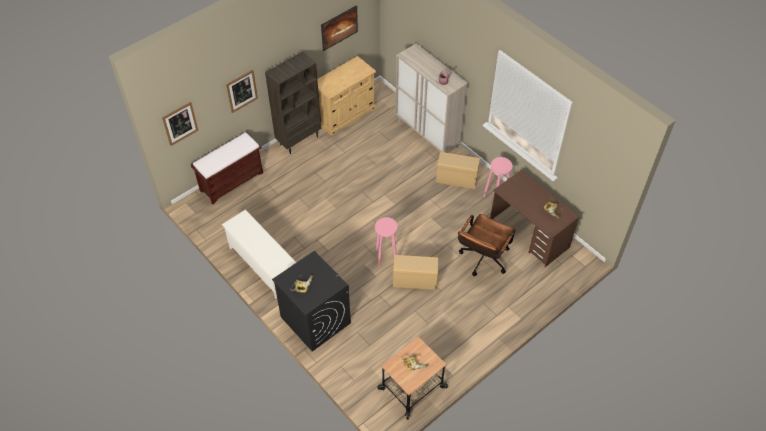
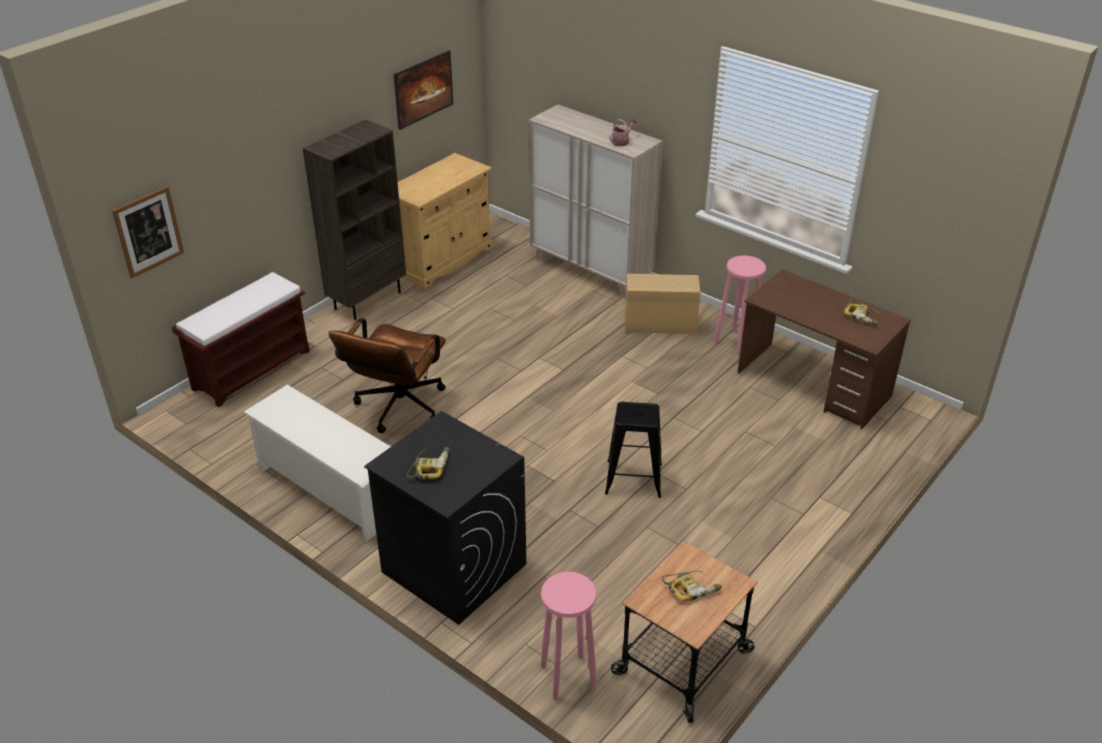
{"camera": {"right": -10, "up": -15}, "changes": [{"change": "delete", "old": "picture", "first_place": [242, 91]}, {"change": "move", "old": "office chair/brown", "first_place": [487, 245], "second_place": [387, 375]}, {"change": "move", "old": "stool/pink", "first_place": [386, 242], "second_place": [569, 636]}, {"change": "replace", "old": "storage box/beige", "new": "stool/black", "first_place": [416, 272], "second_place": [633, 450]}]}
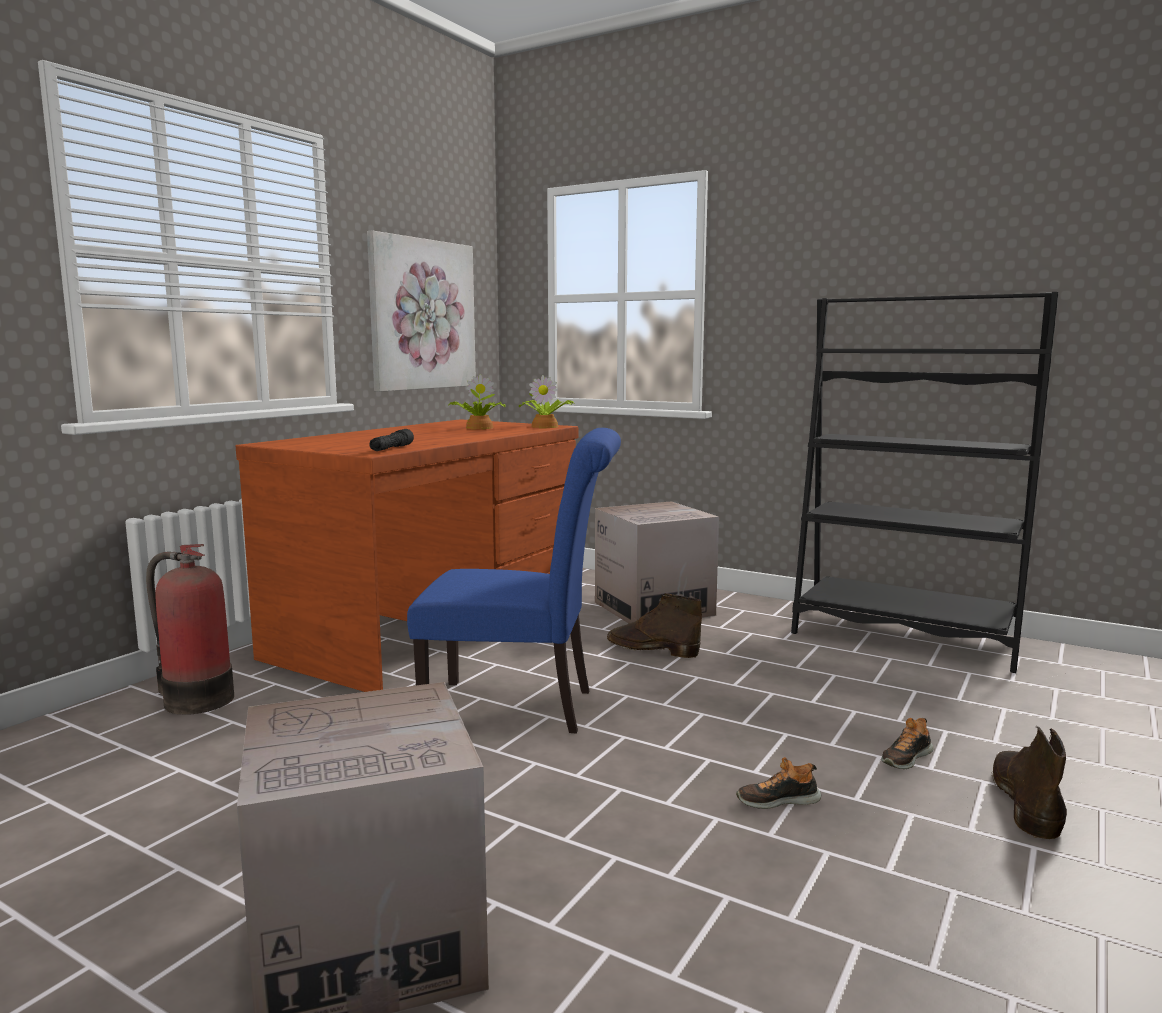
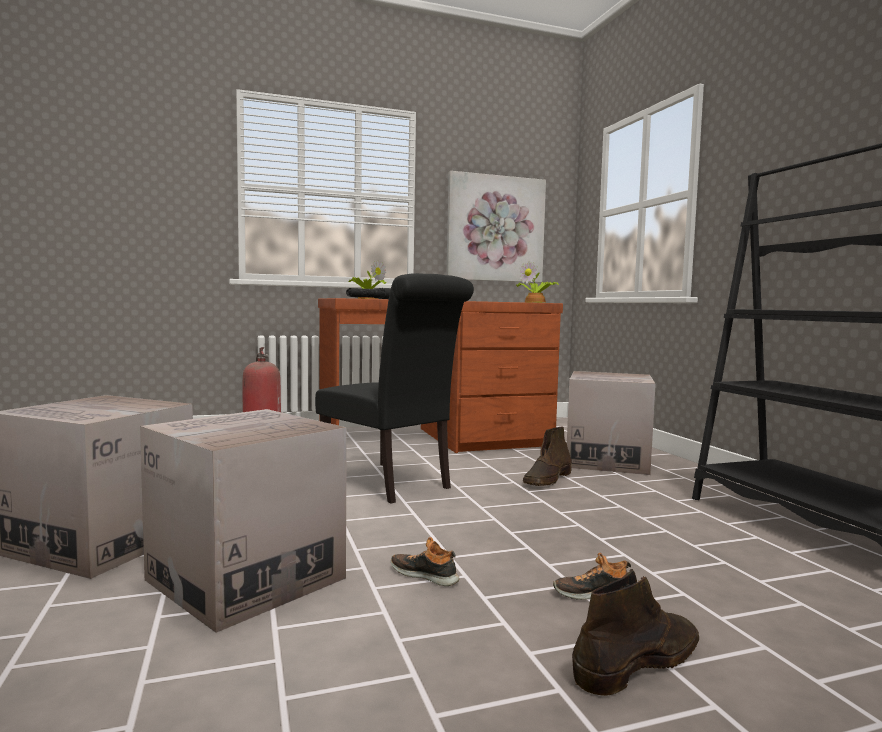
{"camera": {"right": 40, "up": -5}, "changes": [{"change": "move", "old": "potted plant", "first_place": [477, 401], "second_place": [368, 279]}, {"change": "recolor", "old": "chair/blue", "new": "chair/black", "first_place": [514, 581], "second_place": [394, 388]}, {"change": "rotate", "old": "boot/brown", "first_place": [654, 625], "second_place": [547, 456], "degrees": -120}, {"change": "insert", "new": "cardboard box", "second_place": [243, 521]}]}
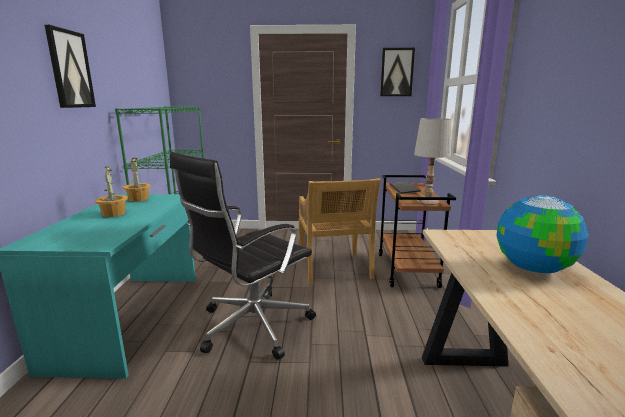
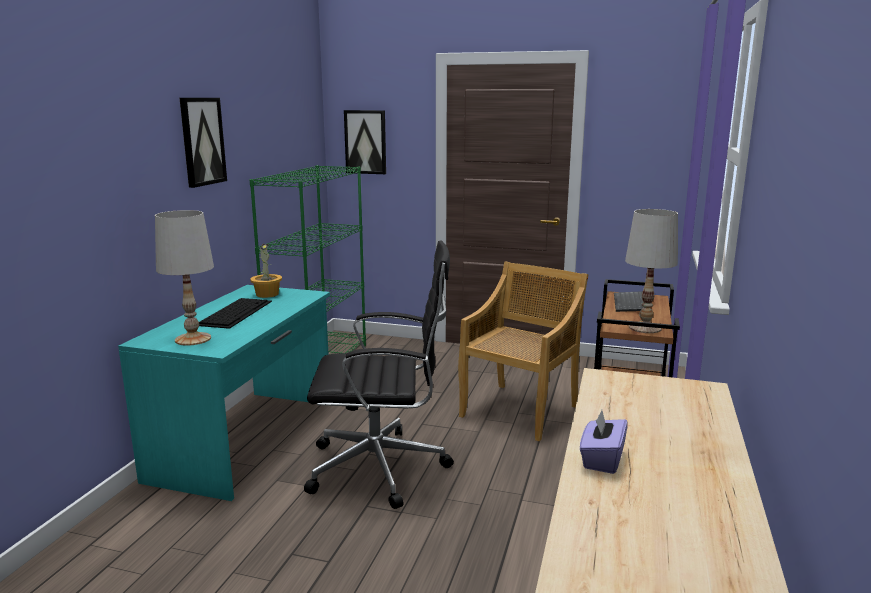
{"camera": {"right": 15, "up": 0}, "changes": [{"change": "move", "old": "picture", "first_place": [397, 72], "second_place": [365, 142]}, {"change": "rotate", "old": "office chair/black", "first_place": [243, 256], "second_place": [379, 374], "degrees": -150}, {"change": "replace", "old": "potted plant", "new": "keyboard", "first_place": [111, 191], "second_place": [235, 313]}, {"change": "rotate", "old": "chair/beige", "first_place": [340, 231], "second_place": [523, 351], "degrees": -150}, {"change": "delete", "old": "globe", "first_place": [542, 234]}, {"change": "insert", "new": "table lamp/white", "second_place": [184, 278]}, {"change": "insert", "new": "tissue box/purple", "second_place": [604, 442]}]}
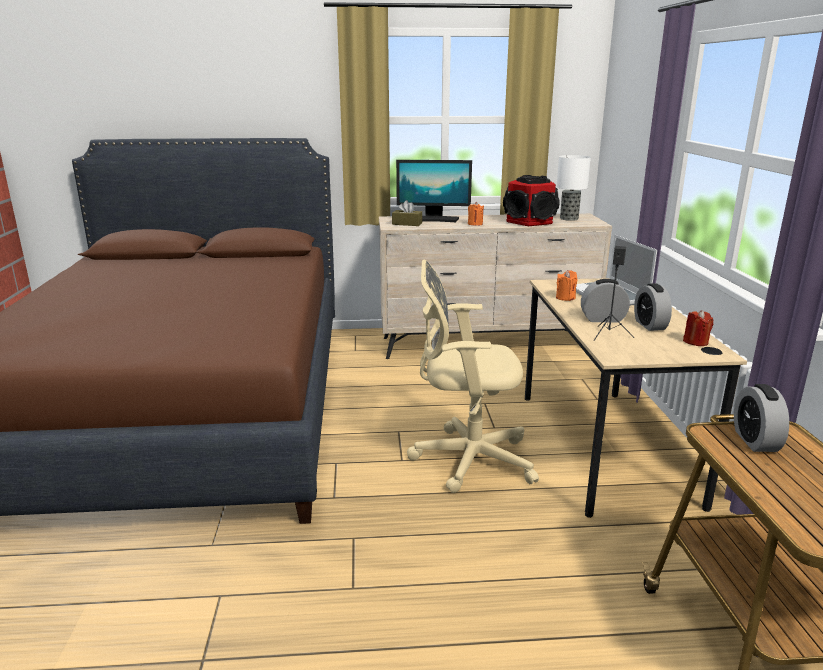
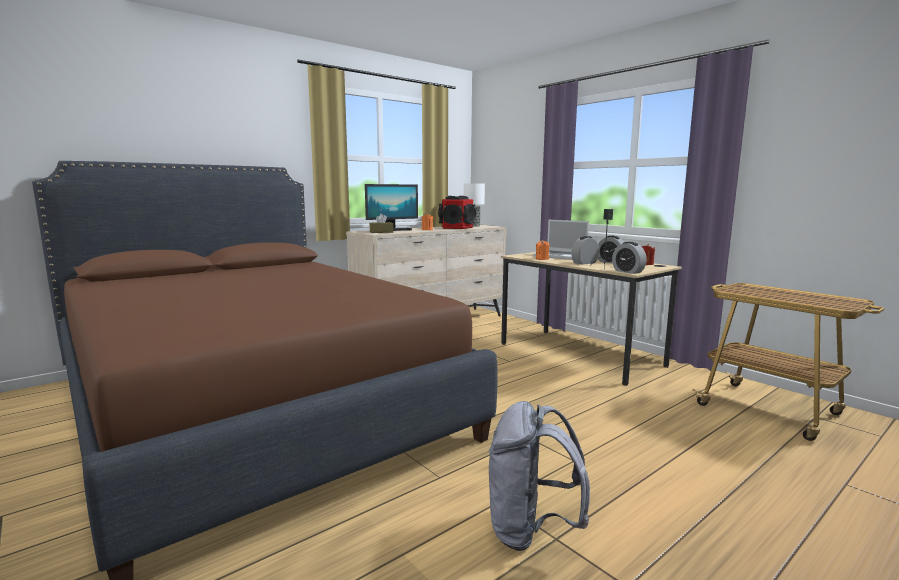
{"camera": {"right": -35, "up": -10}, "changes": [{"change": "delete", "old": "office chair/beige", "first_place": [473, 376]}, {"change": "move", "old": "alarm clock", "first_place": [761, 418], "second_place": [629, 258]}, {"change": "insert", "new": "backpack/grey", "second_place": [539, 476]}]}
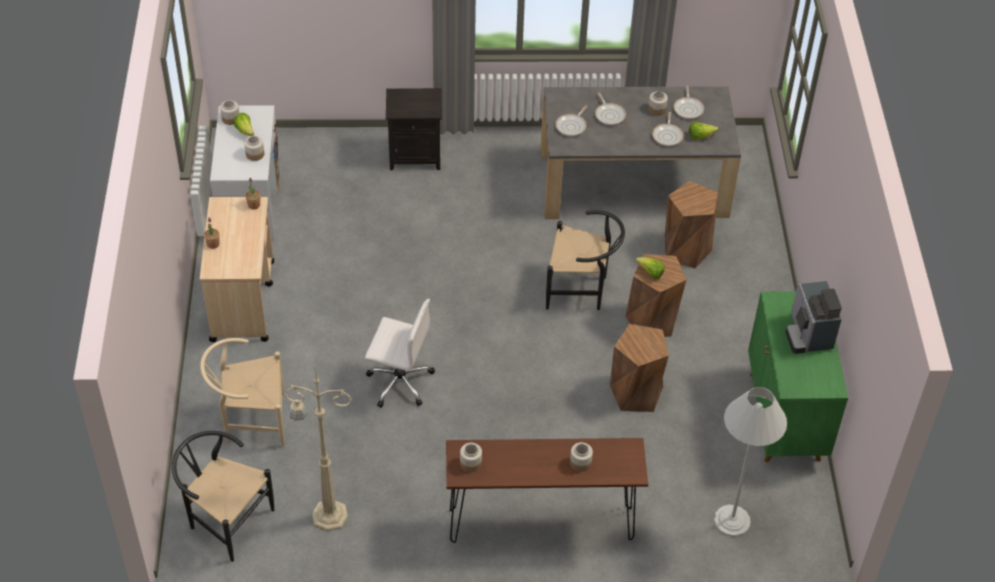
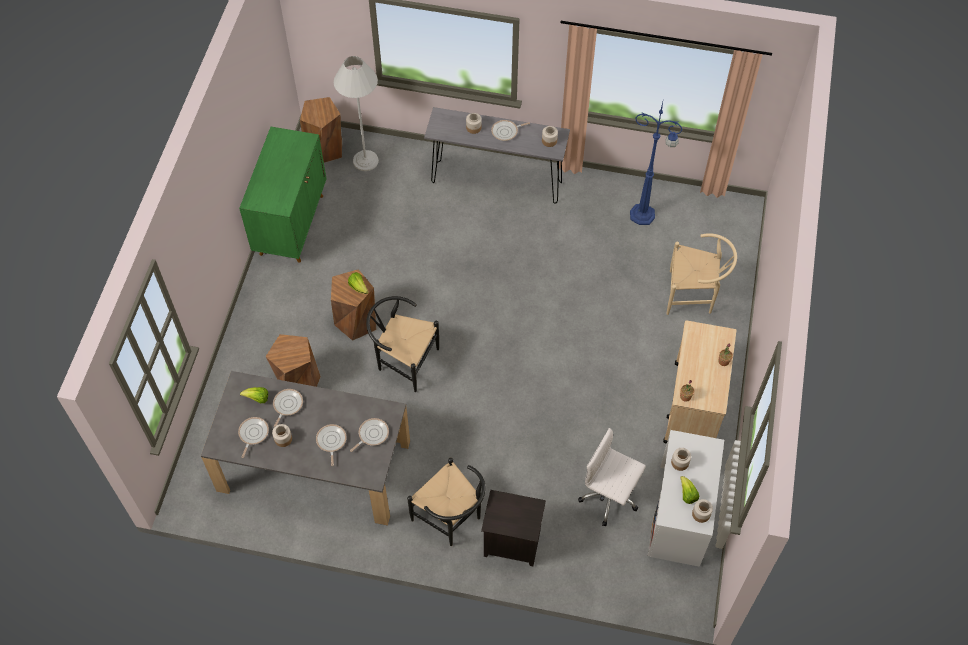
{"camera": {"right": -165, "up": 10}, "changes": [{"change": "delete", "old": "coffee machine", "first_place": [814, 317]}, {"change": "move", "old": "office chair/white", "first_place": [400, 353], "second_place": [612, 477]}, {"change": "move", "old": "stool/brown", "first_place": [639, 368], "second_place": [321, 130]}, {"change": "recolor", "old": "floor lamp/beige", "new": "floor lamp/blue", "first_place": [318, 449], "second_place": [656, 163]}, {"change": "move", "old": "chair/black", "first_place": [223, 496], "second_place": [446, 502]}, {"change": "recolor", "old": "console table/brown", "new": "console table/grey", "first_place": [547, 490], "second_place": [497, 155]}, {"change": "insert", "new": "frying pan", "second_place": [510, 130]}]}
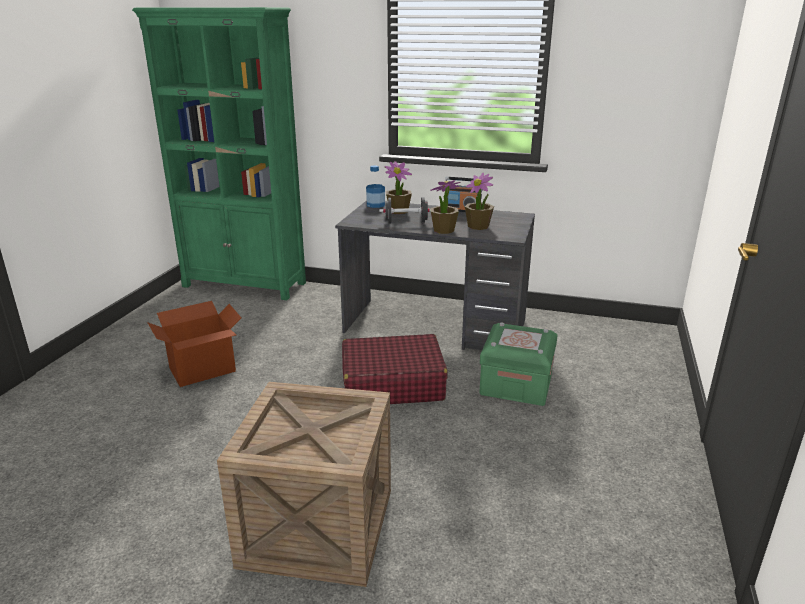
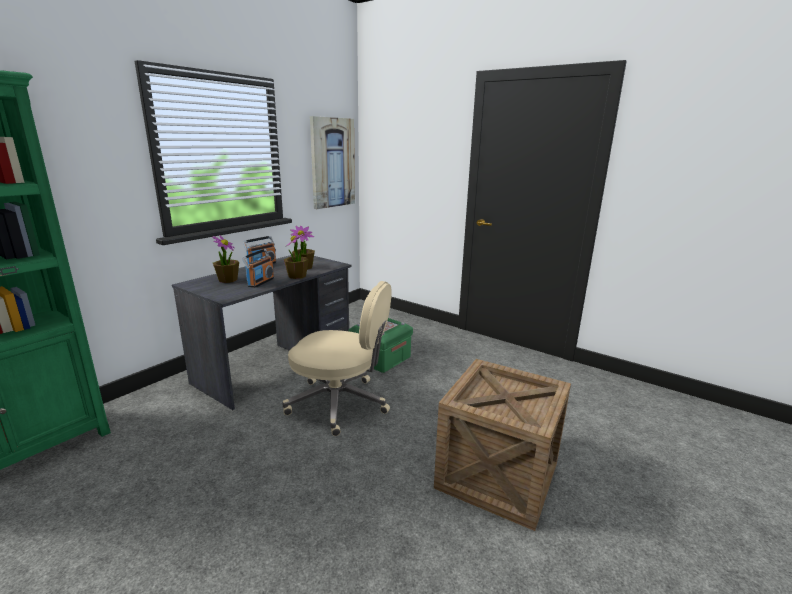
{"camera": {"right": -70, "up": -5}, "changes": [{"change": "delete", "old": "bottle", "first_place": [375, 186]}, {"change": "replace", "old": "dumbbell/black", "new": "radio", "first_place": [405, 210], "second_place": [258, 268]}, {"change": "delete", "old": "cardboard box", "first_place": [194, 344]}, {"change": "replace", "old": "suitcase/red", "new": "office chair/beige", "first_place": [394, 369], "second_place": [337, 358]}, {"change": "insert", "new": "picture", "second_place": [332, 162]}]}
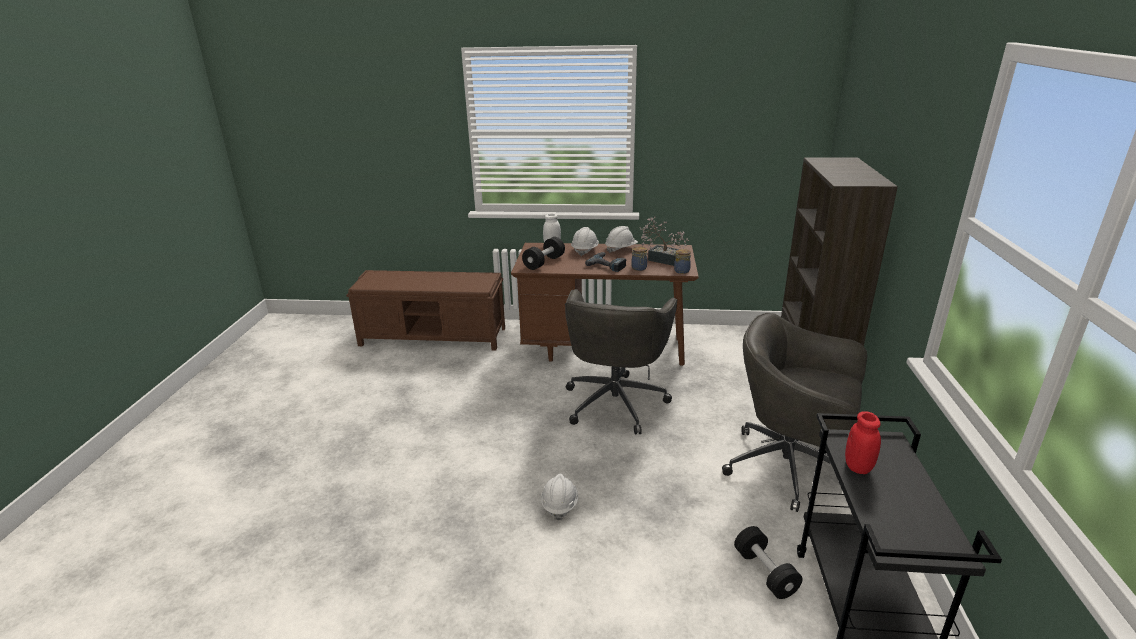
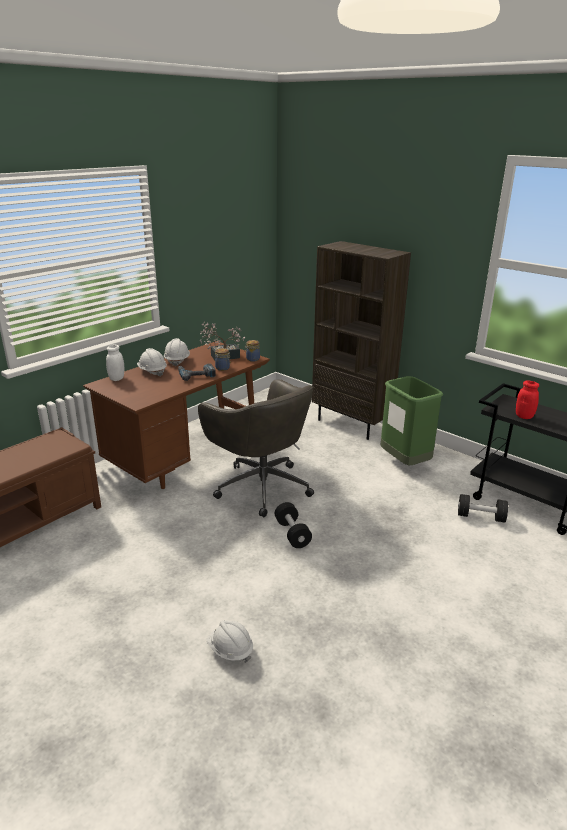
{"camera": {"right": -55, "up": 0}, "changes": [{"change": "move", "old": "dumbbell/black", "first_place": [543, 253], "second_place": [293, 525]}, {"change": "replace", "old": "office chair/grey", "new": "trash can/green", "first_place": [794, 412], "second_place": [412, 420]}, {"change": "move", "old": "hard hat/white", "first_place": [559, 497], "second_place": [230, 641]}]}
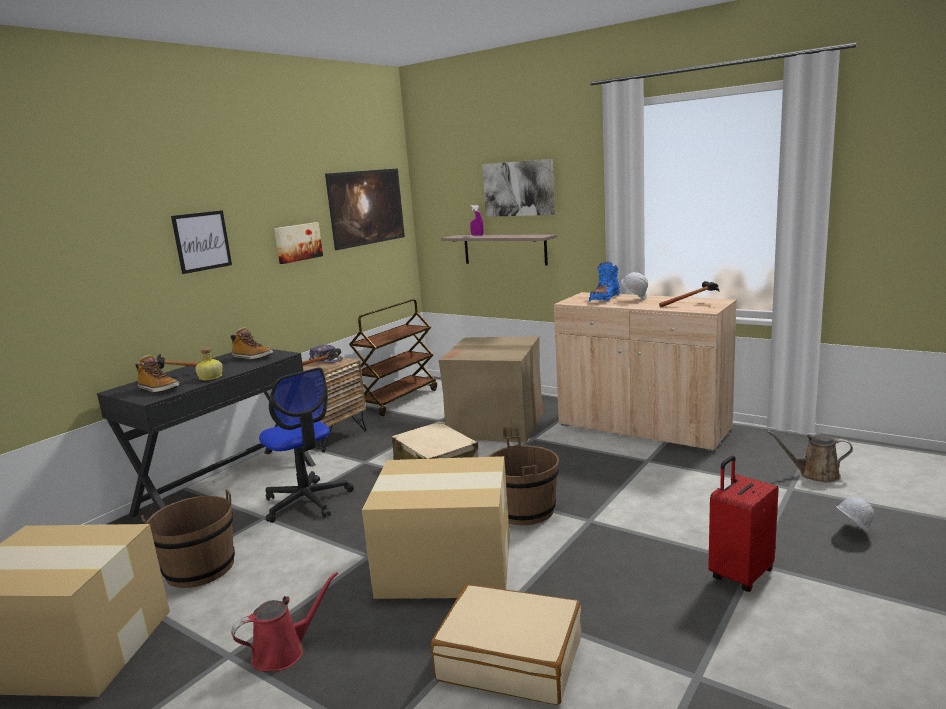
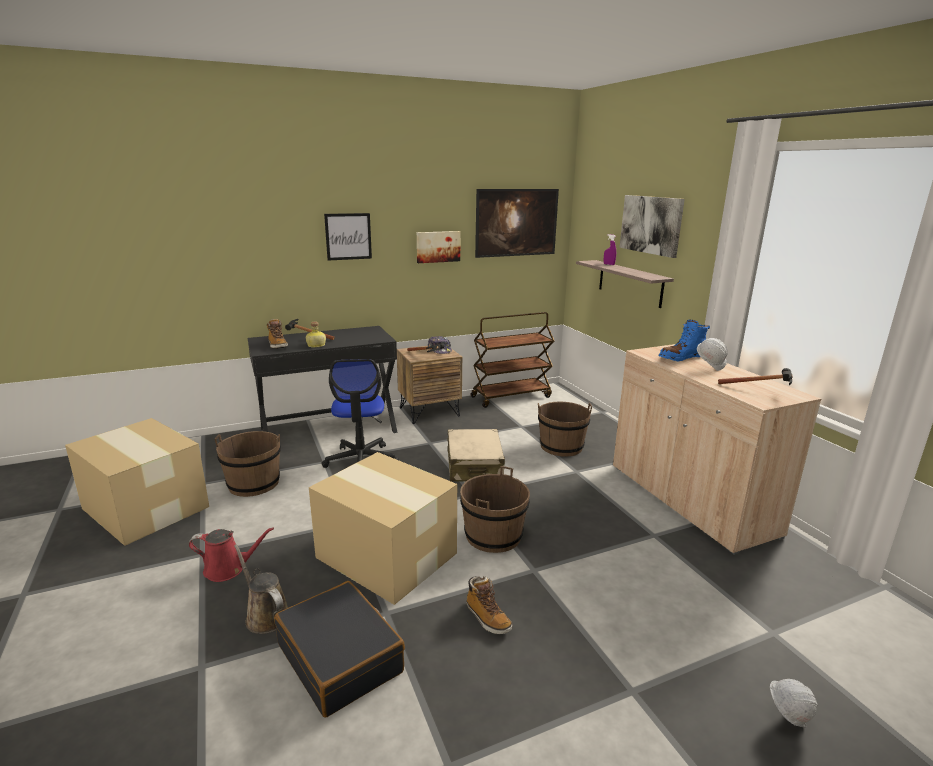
{"camera": {"right": 30, "up": 5}, "changes": [{"change": "move", "old": "boot", "first_place": [252, 343], "second_place": [489, 605]}, {"change": "replace", "old": "cardboard box", "new": "bucket/brown", "first_place": [491, 389], "second_place": [565, 429]}, {"change": "move", "old": "watering can/brown", "first_place": [810, 456], "second_place": [261, 589]}, {"change": "delete", "old": "suitcase/red", "first_place": [743, 524]}, {"change": "recolor", "old": "suitcase/beige", "new": "suitcase/black", "first_place": [506, 644], "second_place": [339, 649]}]}
